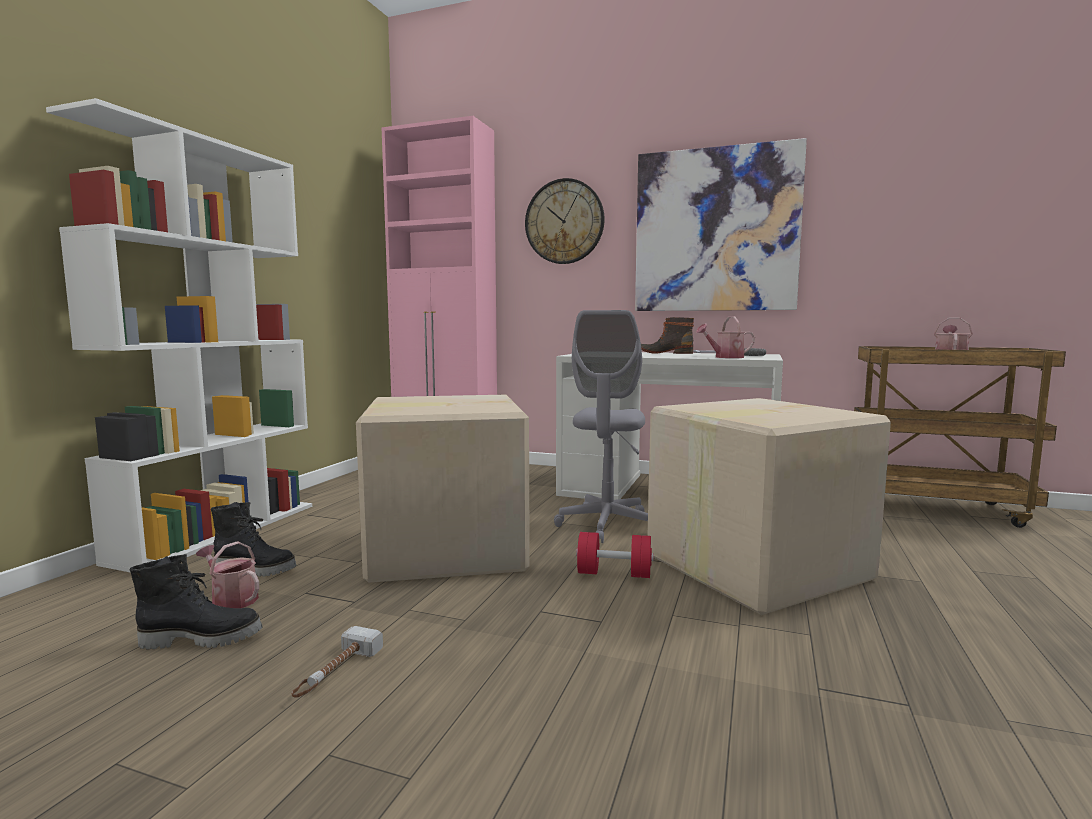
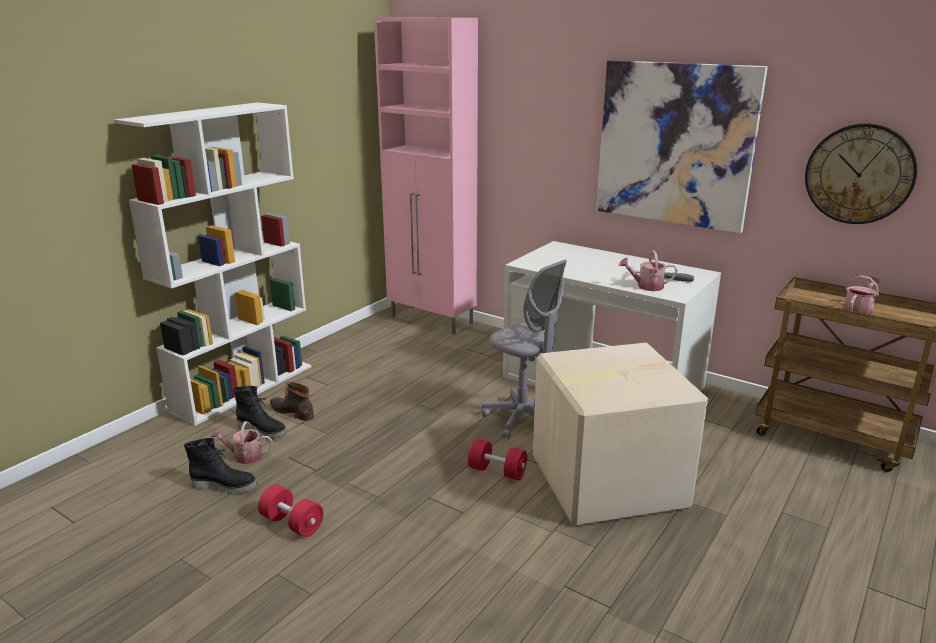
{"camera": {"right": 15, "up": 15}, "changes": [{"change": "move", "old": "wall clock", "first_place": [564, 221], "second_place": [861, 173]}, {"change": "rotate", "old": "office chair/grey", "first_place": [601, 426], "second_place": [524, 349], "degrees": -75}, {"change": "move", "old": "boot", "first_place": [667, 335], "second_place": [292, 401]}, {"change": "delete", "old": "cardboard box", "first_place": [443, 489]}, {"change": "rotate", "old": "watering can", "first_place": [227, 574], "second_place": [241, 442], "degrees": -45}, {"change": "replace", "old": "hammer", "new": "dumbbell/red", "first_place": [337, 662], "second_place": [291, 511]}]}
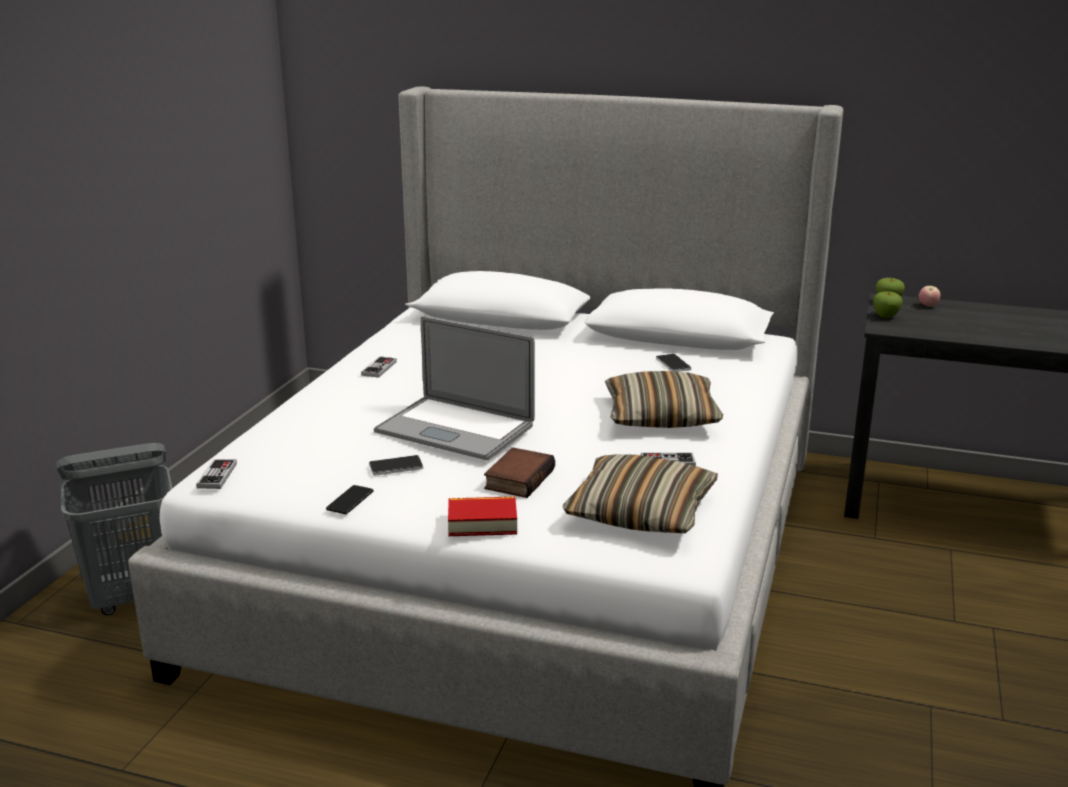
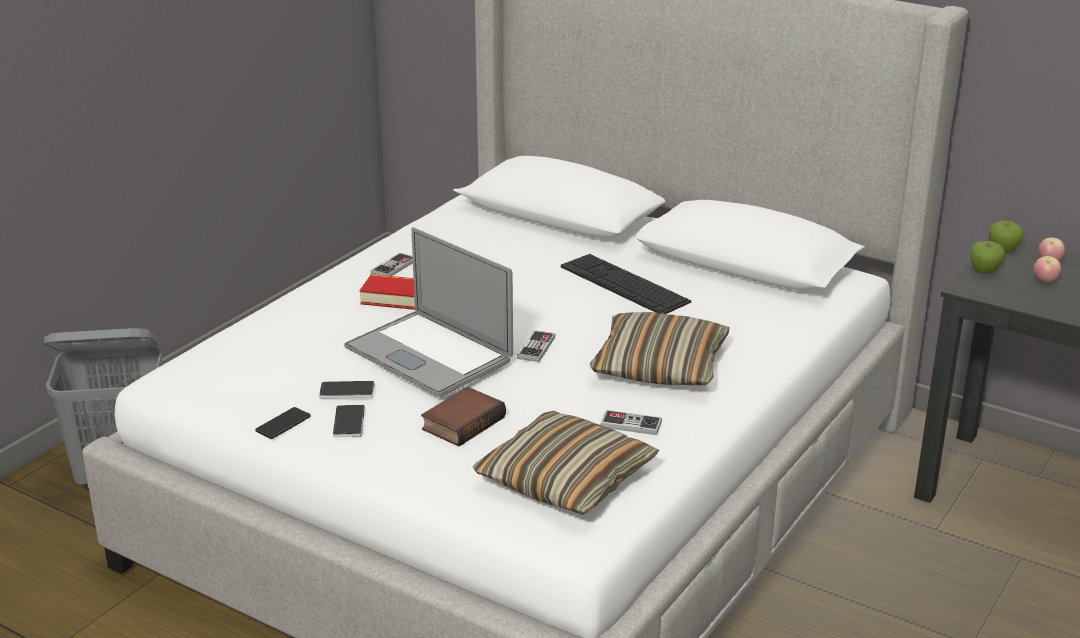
{"camera": {"right": 15, "up": 5}, "changes": [{"change": "move", "old": "phone", "first_place": [673, 363], "second_place": [349, 421]}, {"change": "move", "old": "game controller", "first_place": [216, 474], "second_place": [536, 346]}, {"change": "move", "old": "book", "first_place": [482, 516], "second_place": [387, 292]}, {"change": "insert", "new": "keyboard", "second_place": [626, 284]}, {"change": "insert", "new": "apple", "second_place": [1047, 269]}]}
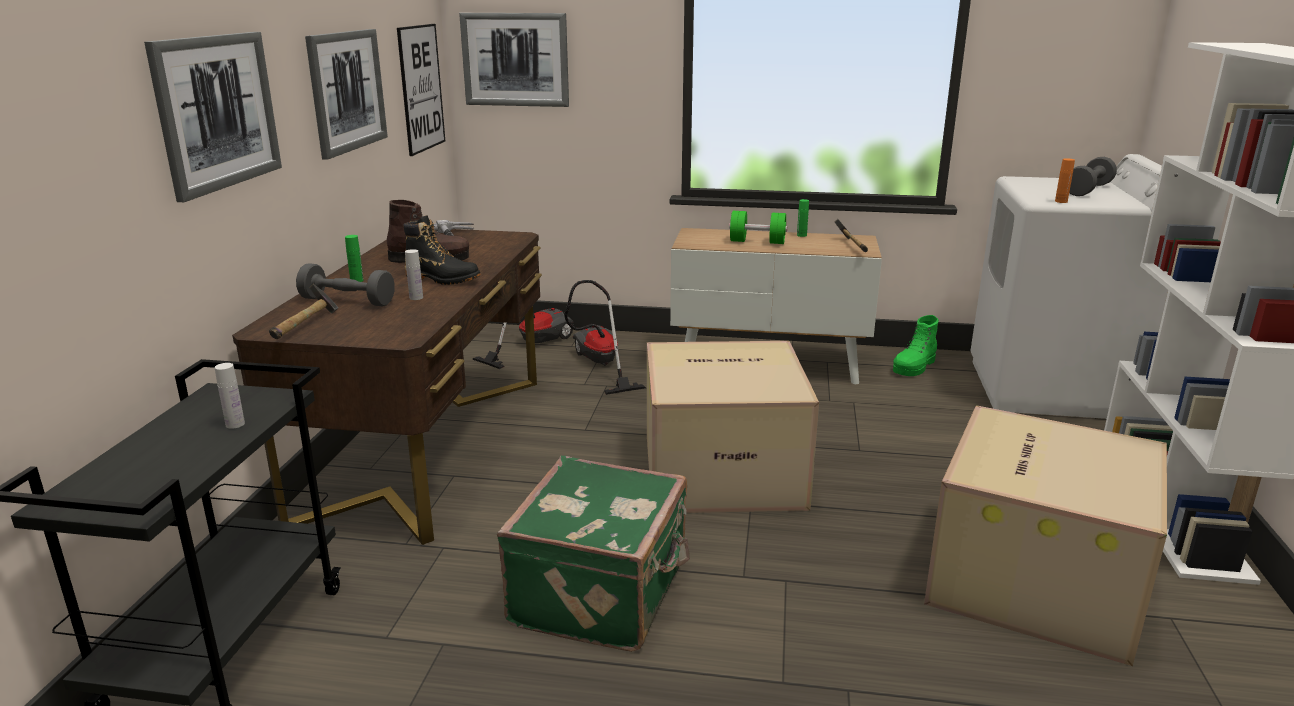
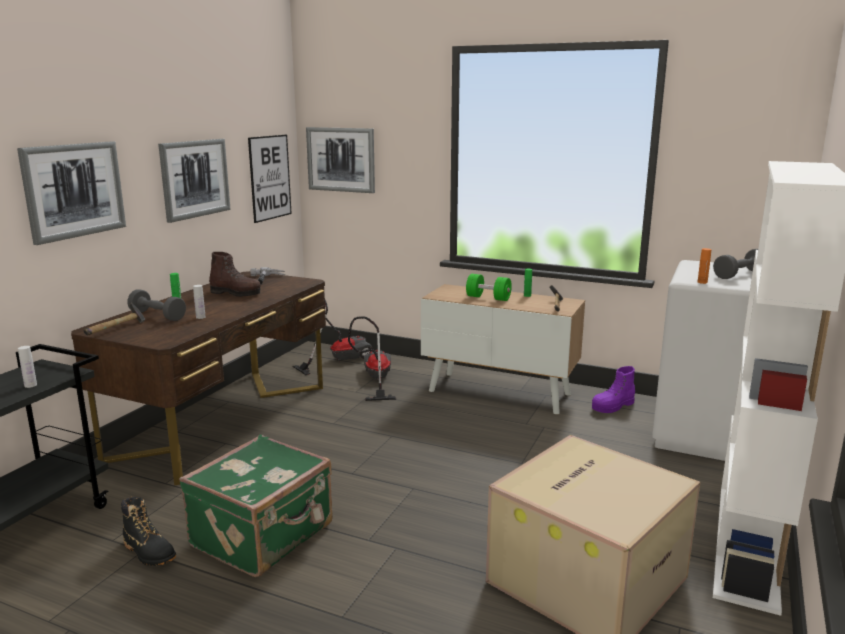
{"camera": {"right": 15, "up": -5}, "changes": [{"change": "move", "old": "boot/black", "first_place": [442, 250], "second_place": [148, 531]}, {"change": "recolor", "old": "boot/green", "new": "boot/purple", "first_place": [916, 345], "second_place": [613, 389]}, {"change": "delete", "old": "cardboard box", "first_place": [733, 427]}]}
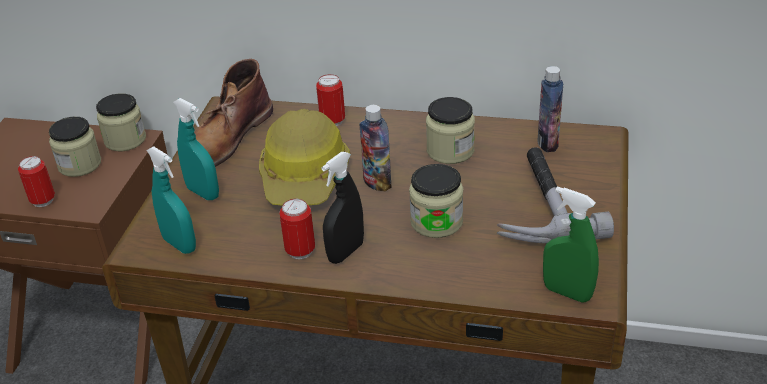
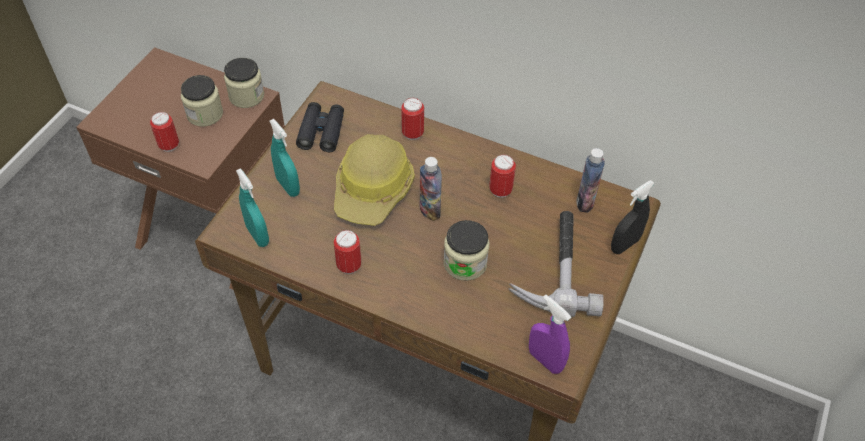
{"camera": {"right": 10, "up": 15}, "changes": [{"change": "replace", "old": "boot/brown", "new": "binoculars/black", "first_place": [234, 113], "second_place": [320, 127]}, {"change": "replace", "old": "jar", "new": "can", "first_place": [450, 130], "second_place": [502, 176]}, {"change": "move", "old": "spray bottle/black", "first_place": [342, 208], "second_place": [633, 217]}, {"change": "recolor", "old": "spray bottle/green", "new": "spray bottle/purple", "first_place": [571, 244], "second_place": [550, 334]}]}
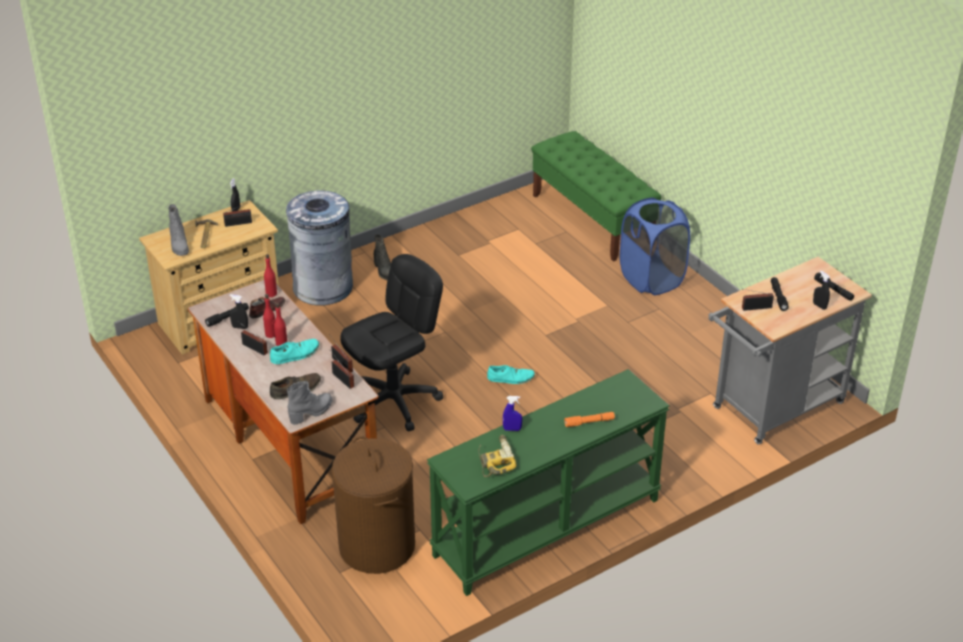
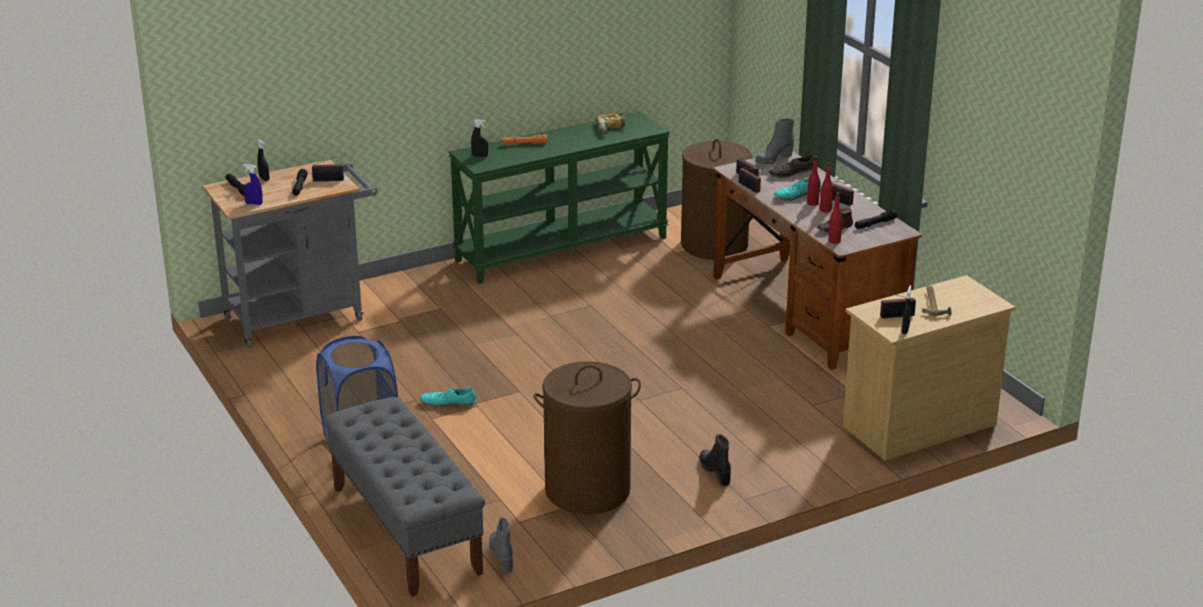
{"camera": {"right": -175, "up": -10}, "changes": [{"change": "recolor", "old": "bench/green", "new": "bench/grey", "first_place": [596, 196], "second_place": [404, 497]}, {"change": "delete", "old": "trash can/grey", "first_place": [319, 248]}, {"change": "move", "old": "boot/grey", "first_place": [178, 230], "second_place": [501, 545]}, {"change": "delete", "old": "office chair/black", "first_place": [391, 343]}, {"change": "move", "old": "spray bottle/black", "first_place": [238, 311], "second_place": [479, 138]}, {"change": "move", "old": "shoe/turquoise", "first_place": [511, 374], "second_place": [448, 397]}, {"change": "move", "old": "spray bottle/blue", "first_place": [512, 413], "second_place": [253, 184]}, {"change": "insert", "new": "laundry basket/brown", "second_place": [587, 437]}]}
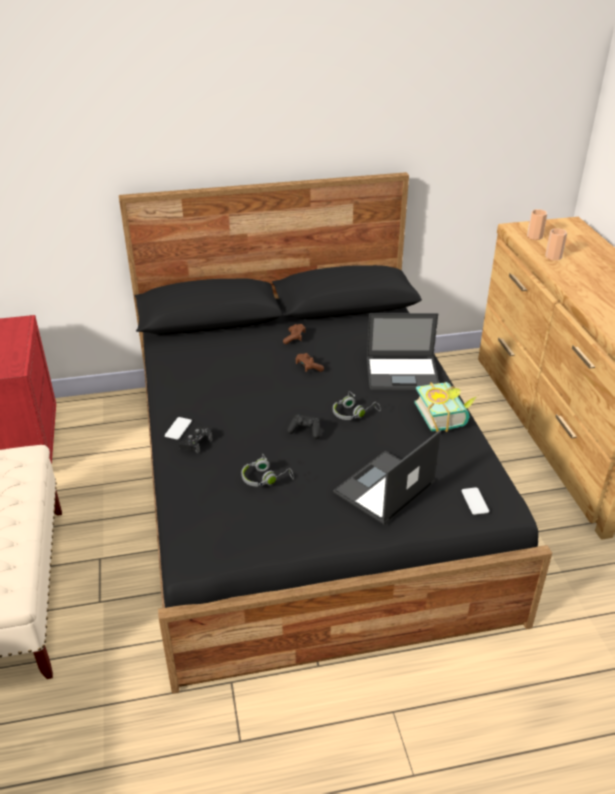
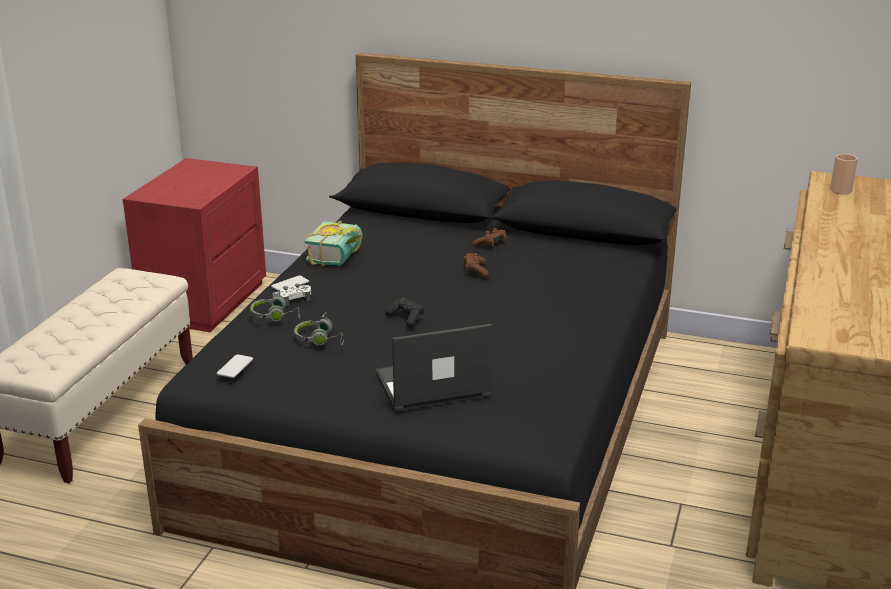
{"camera": {"right": 30, "up": -10}, "changes": [{"change": "delete", "old": "cup", "first_place": [556, 244]}, {"change": "delete", "old": "laptop", "first_place": [403, 351]}, {"change": "move", "old": "book", "first_place": [445, 407], "second_place": [334, 244]}, {"change": "move", "old": "headphones/grey", "first_place": [357, 405], "second_place": [275, 305]}, {"change": "recolor", "old": "game controller/black", "new": "game controller/white", "first_place": [196, 440], "second_place": [292, 295]}, {"change": "move", "old": "phone", "first_place": [475, 501], "second_place": [235, 366]}]}
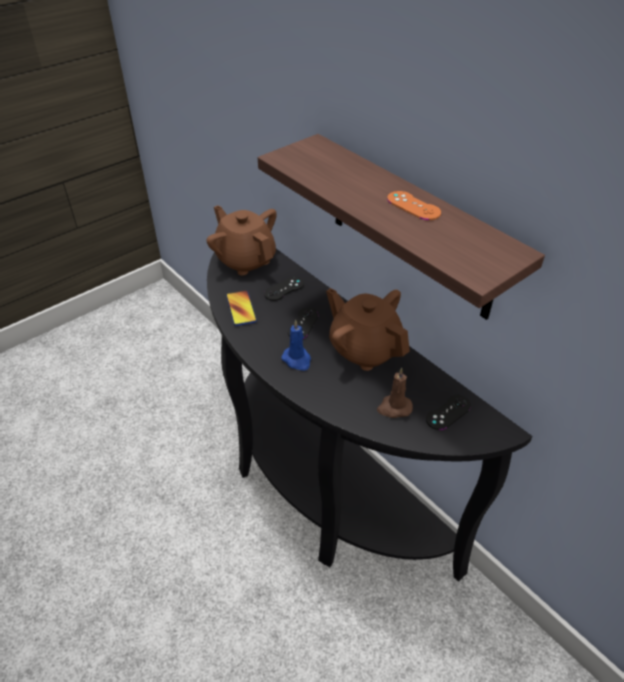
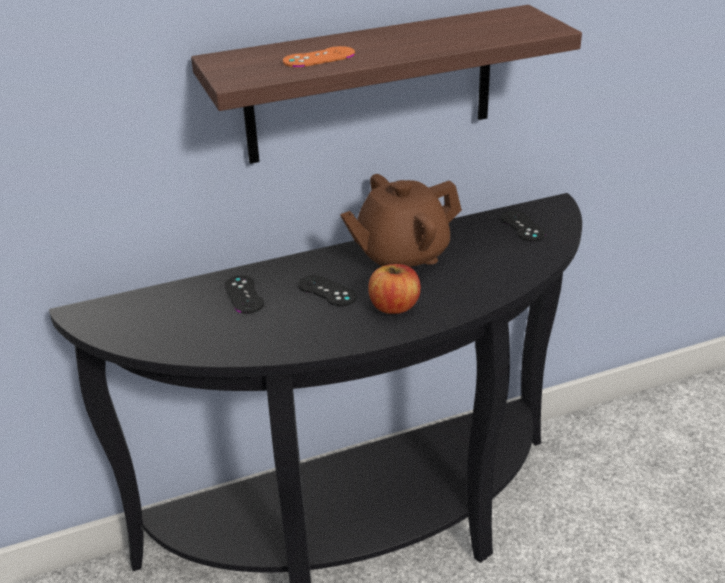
{"camera": {"right": -70, "up": -10}, "changes": [{"change": "move", "old": "game controller/orange", "first_place": [414, 205], "second_place": [319, 56]}, {"change": "delete", "old": "teapot/brown", "first_place": [241, 240]}, {"change": "delete", "old": "phone", "first_place": [241, 308]}, {"change": "replace", "old": "candle/blue", "new": "apple", "first_place": [296, 345], "second_place": [394, 289]}, {"change": "delete", "old": "candle/brown", "first_place": [395, 393]}]}
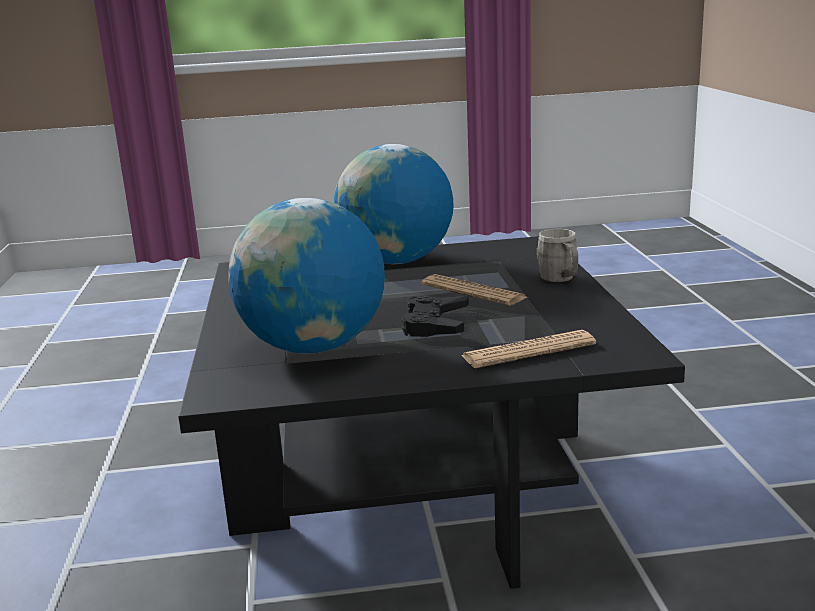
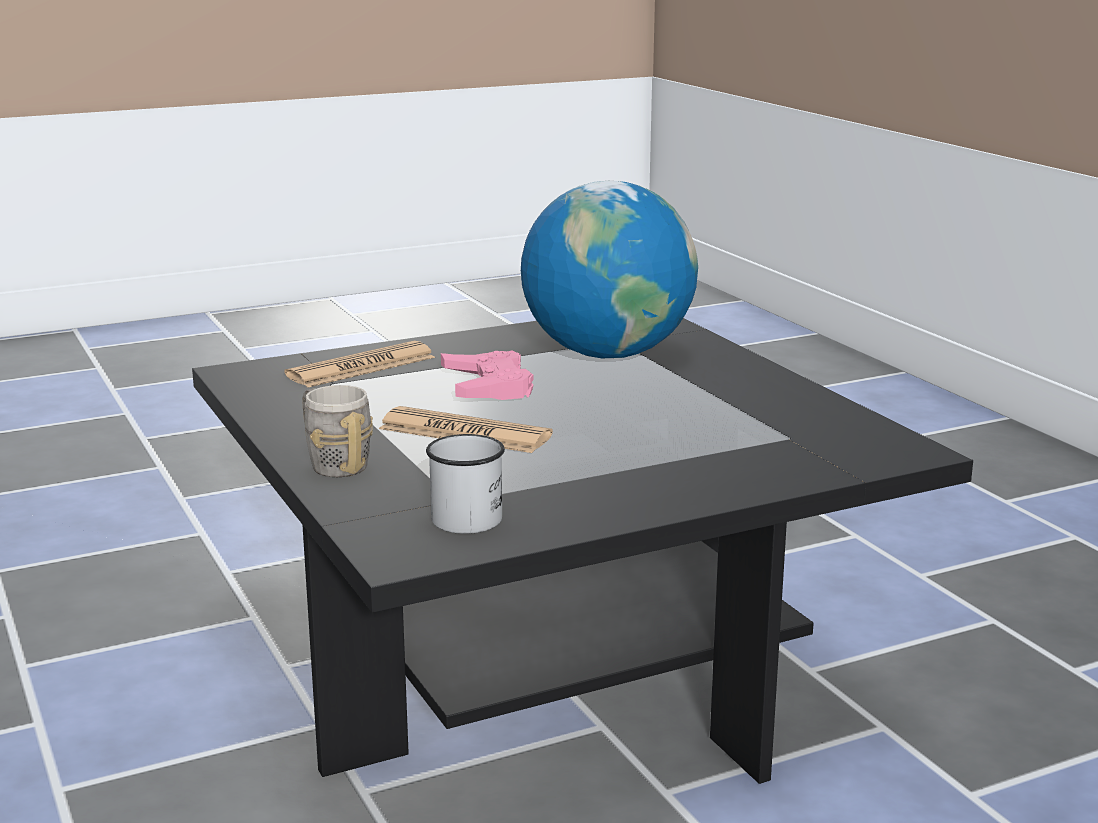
{"camera": {"right": 160, "up": 0}, "changes": [{"change": "delete", "old": "globe", "first_place": [394, 204]}, {"change": "recolor", "old": "game controller/black", "new": "game controller/pink", "first_place": [435, 316], "second_place": [487, 375]}, {"change": "insert", "new": "mug/white", "second_place": [465, 484]}]}
